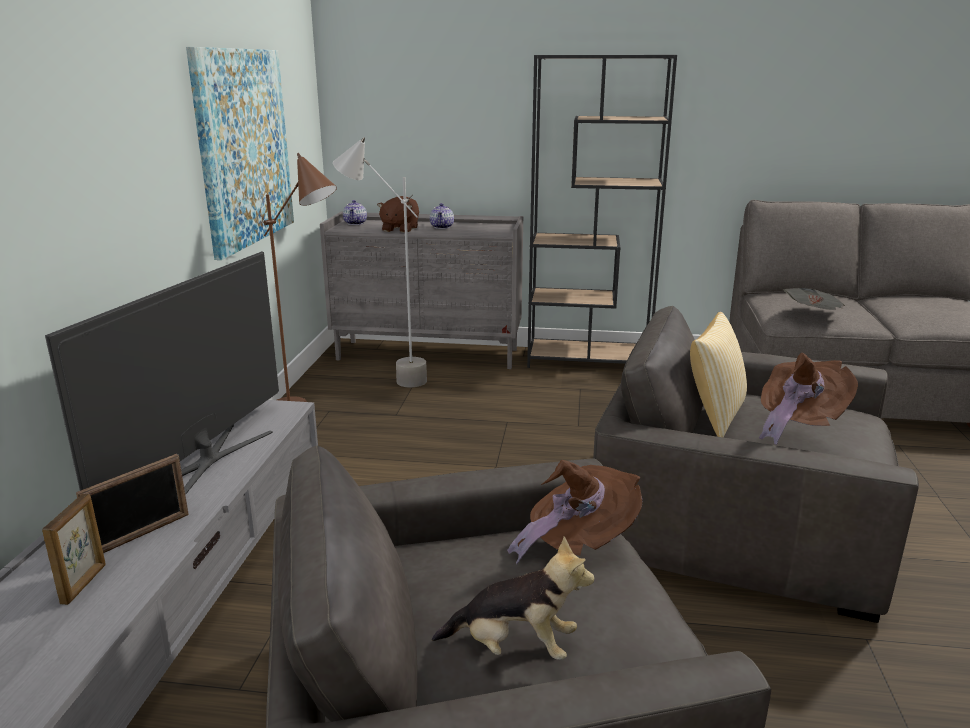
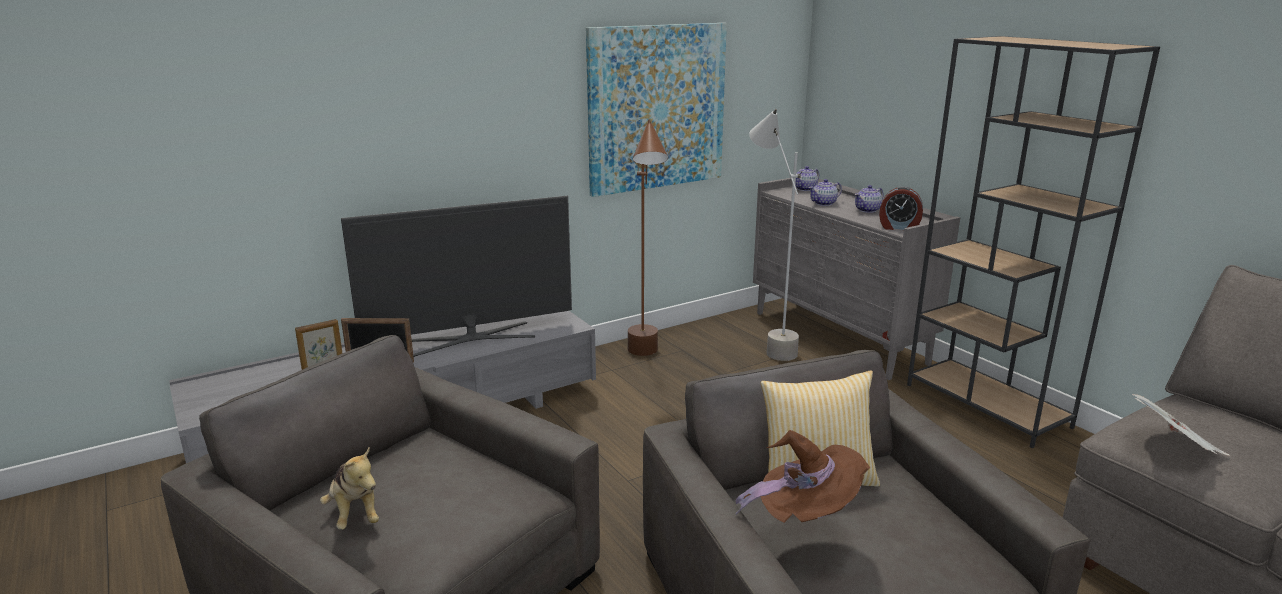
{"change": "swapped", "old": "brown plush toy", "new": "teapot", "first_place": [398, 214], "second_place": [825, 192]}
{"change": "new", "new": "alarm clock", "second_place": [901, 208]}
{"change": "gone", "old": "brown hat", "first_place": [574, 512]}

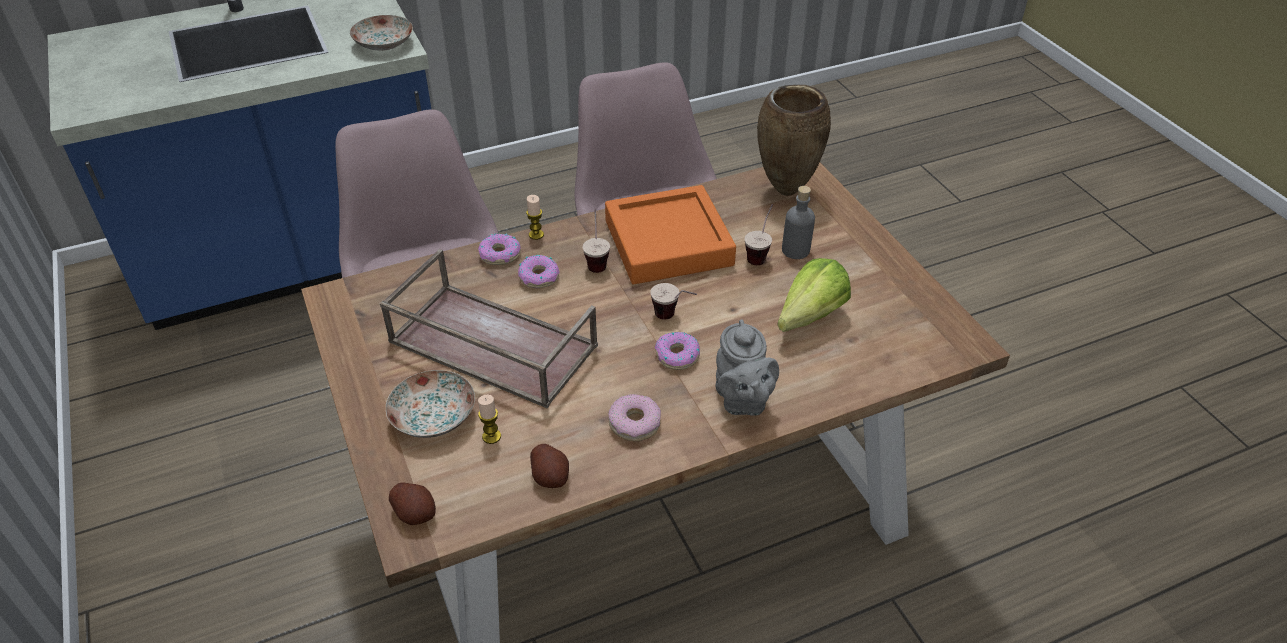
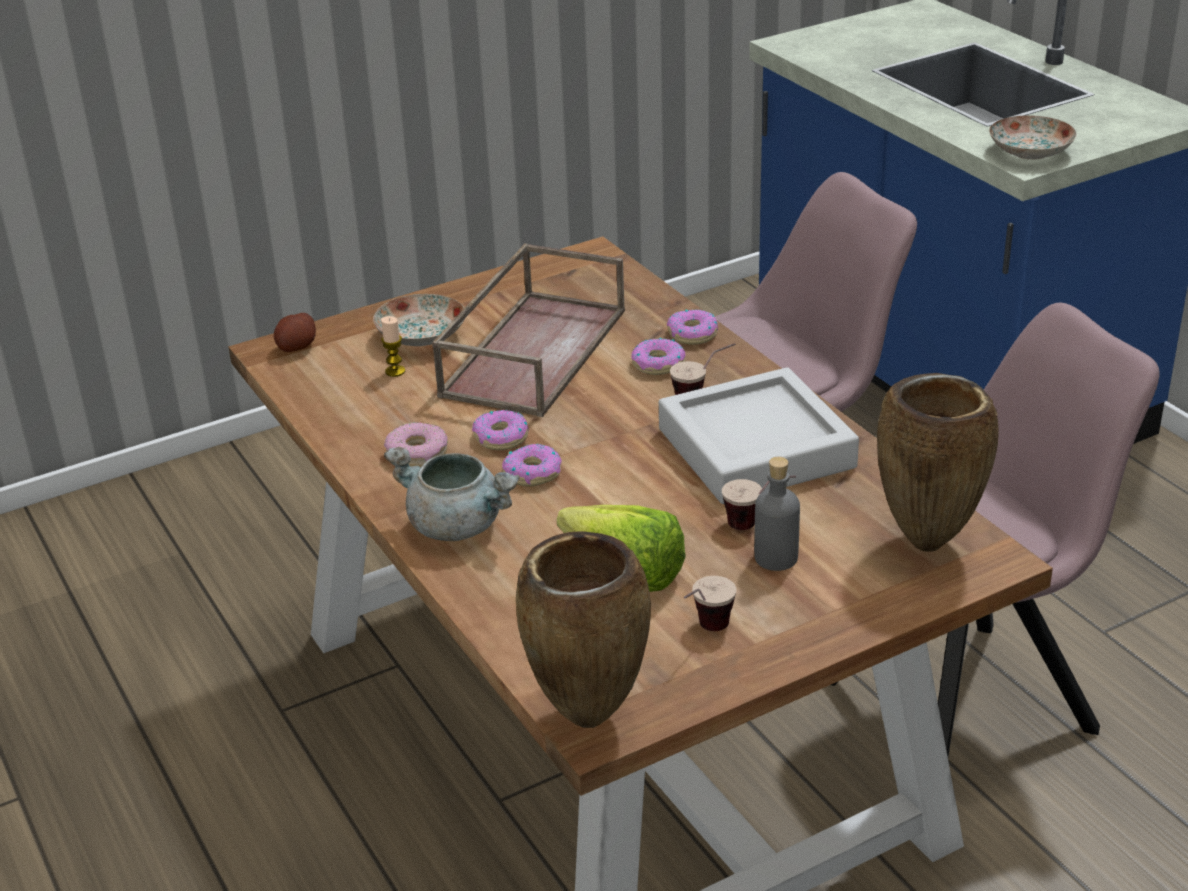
{"change": "swapped", "old": "grey teapot", "new": "grey cooking pot", "first_place": [747, 368], "second_place": [452, 494]}
{"change": "new", "new": "donut", "second_place": [500, 430]}
{"change": "new", "new": "brown vase", "second_place": [583, 629]}
{"change": "repainted", "old": "orange tray", "new": "grey tray", "first_place": [670, 234], "second_place": [759, 435]}
{"change": "shifted", "old": "cup", "first_place": [673, 301], "second_place": [710, 603]}
{"change": "gone", "old": "candle", "first_place": [535, 217]}
{"change": "gone", "old": "potato", "first_place": [549, 466]}

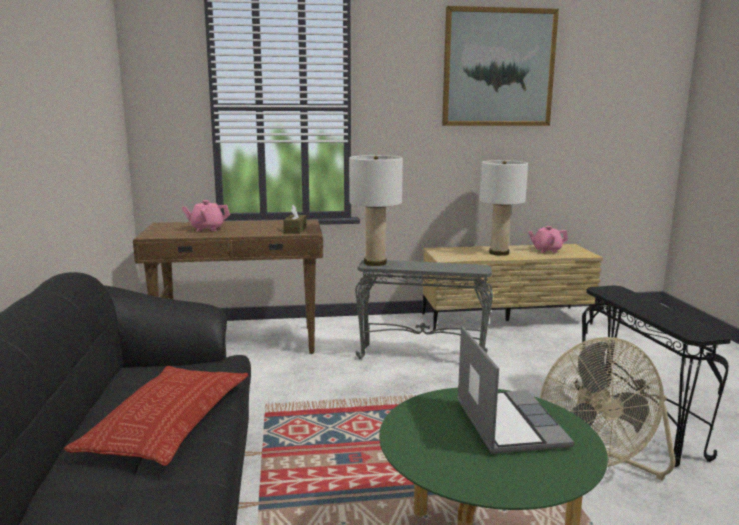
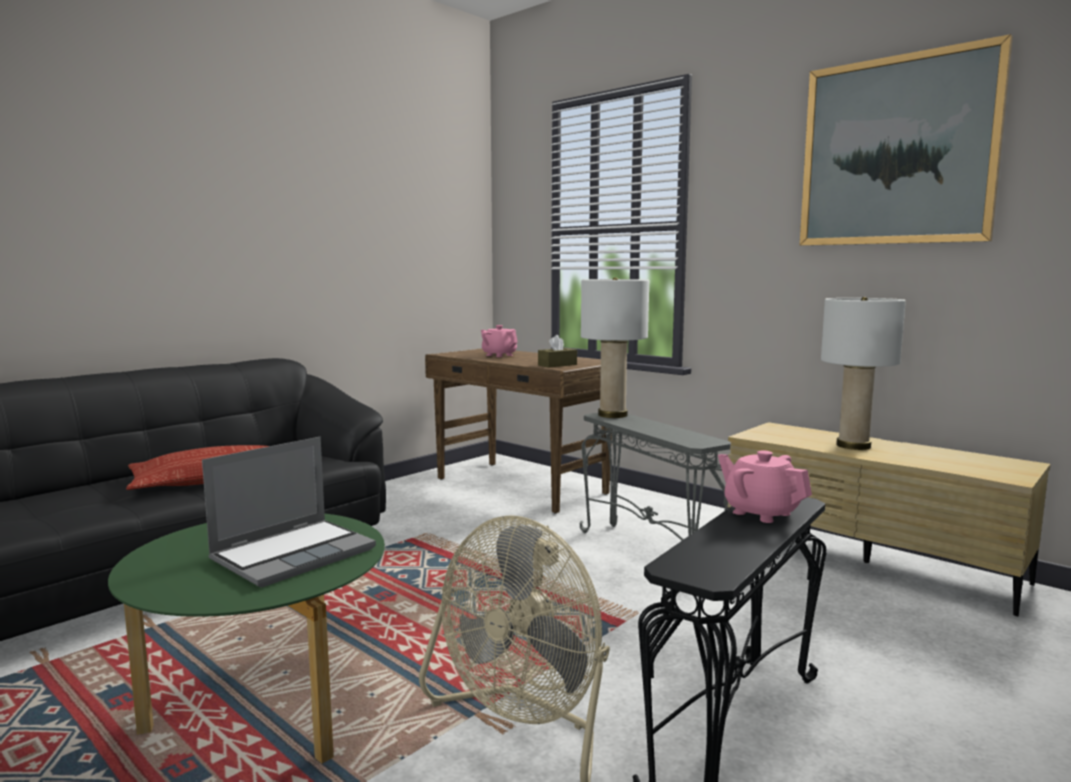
{"change": "shifted", "old": "pink teapot", "first_place": [548, 239], "second_place": [765, 486]}

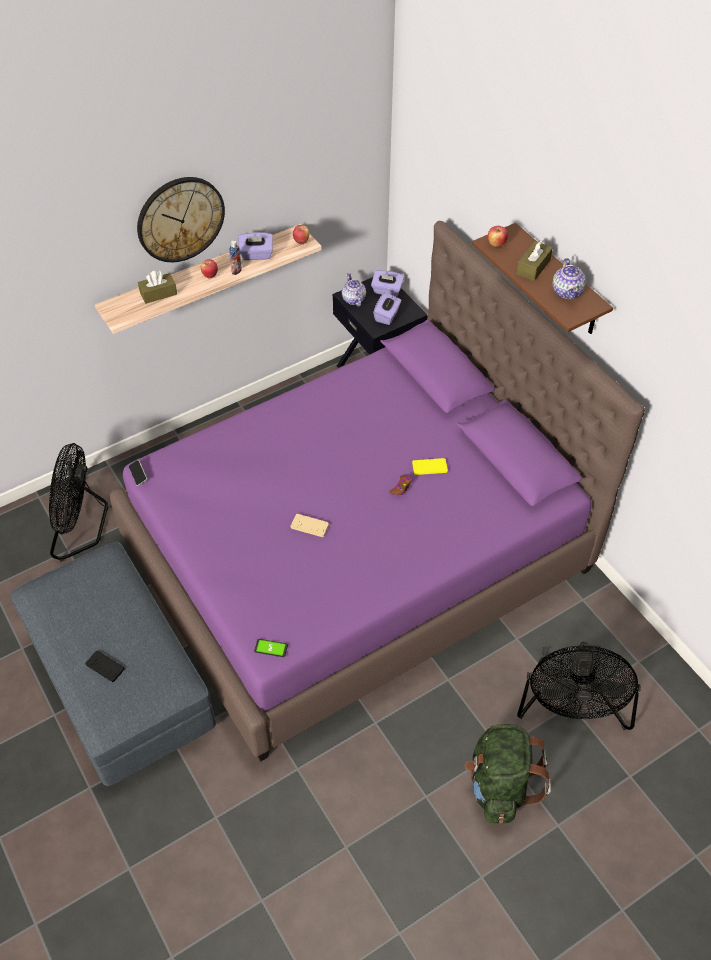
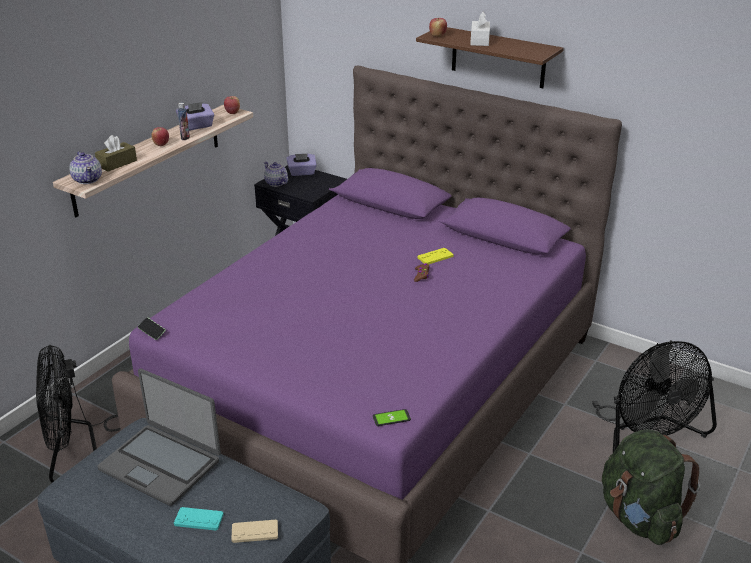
{"change": "shifted", "old": "teapot", "first_place": [569, 279], "second_place": [85, 167]}
{"change": "new", "new": "laptop", "second_place": [159, 437]}
{"change": "repainted", "old": "black game controller", "new": "turquoise game controller", "first_place": [105, 666], "second_place": [199, 519]}
{"change": "shifted", "old": "beige game controller", "first_place": [310, 525], "second_place": [254, 531]}
{"change": "repainted", "old": "brown tissue box", "new": "white tissue box", "first_place": [534, 260], "second_place": [480, 28]}
{"change": "gone", "old": "wall clock", "first_place": [181, 219]}
{"change": "gone", "old": "purple tissue box", "first_place": [387, 308]}

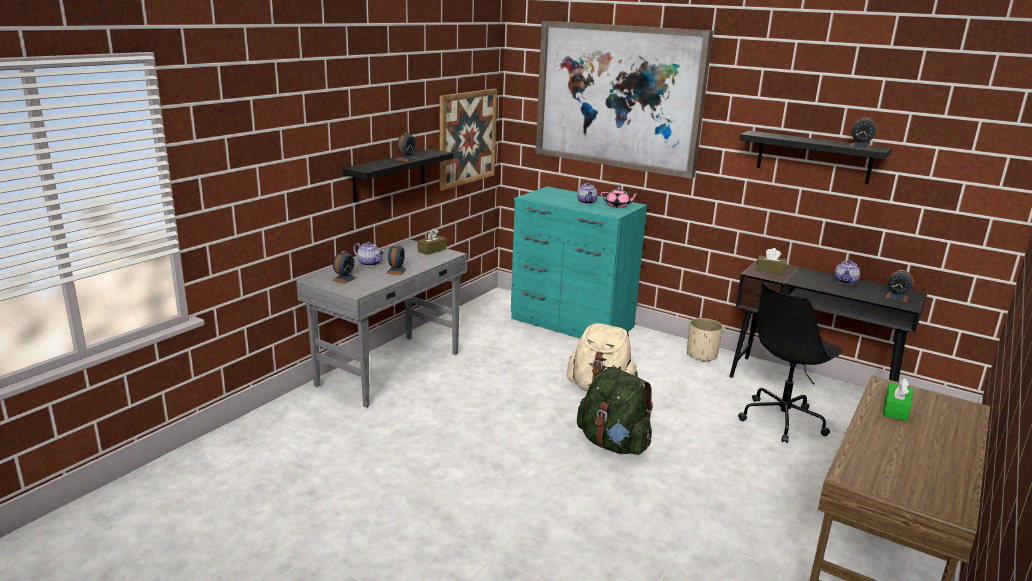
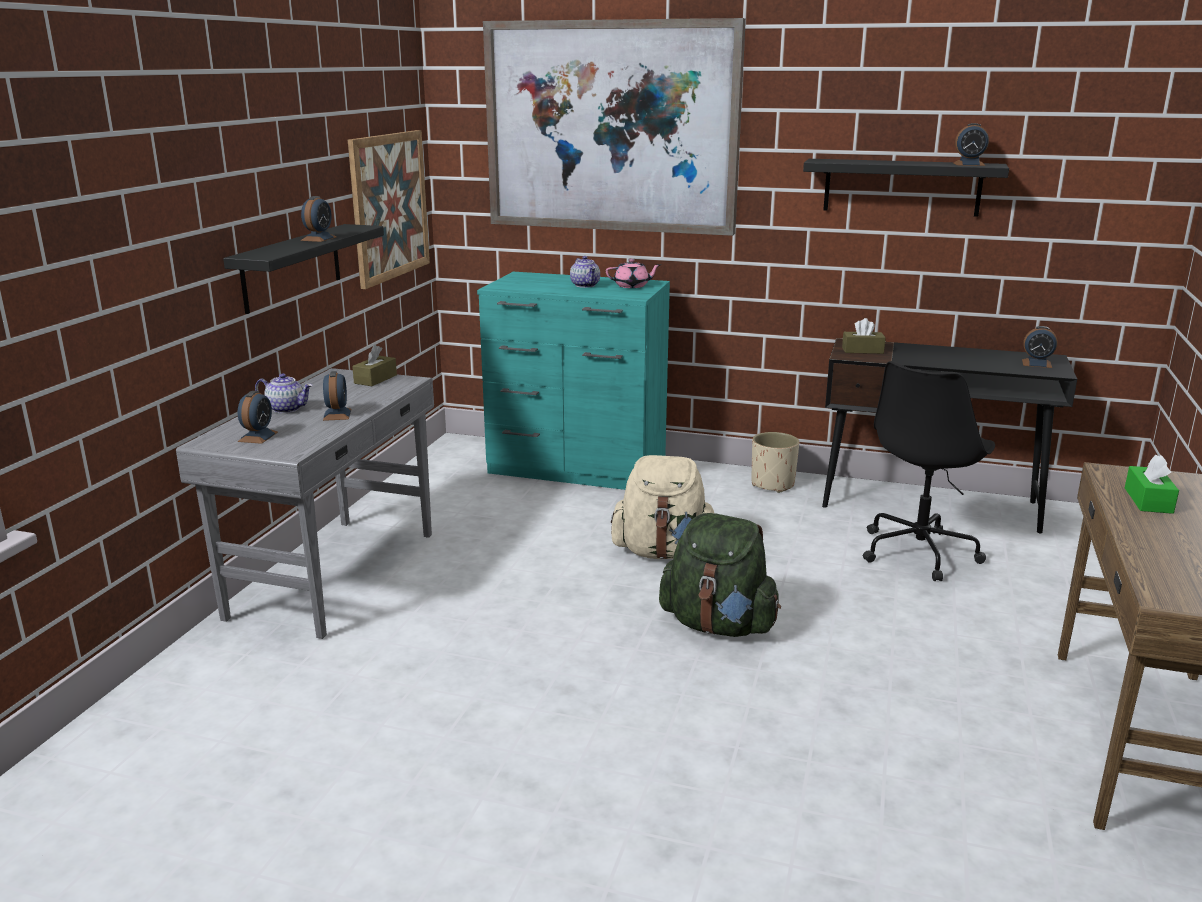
{"change": "gone", "old": "teapot", "first_place": [847, 272]}

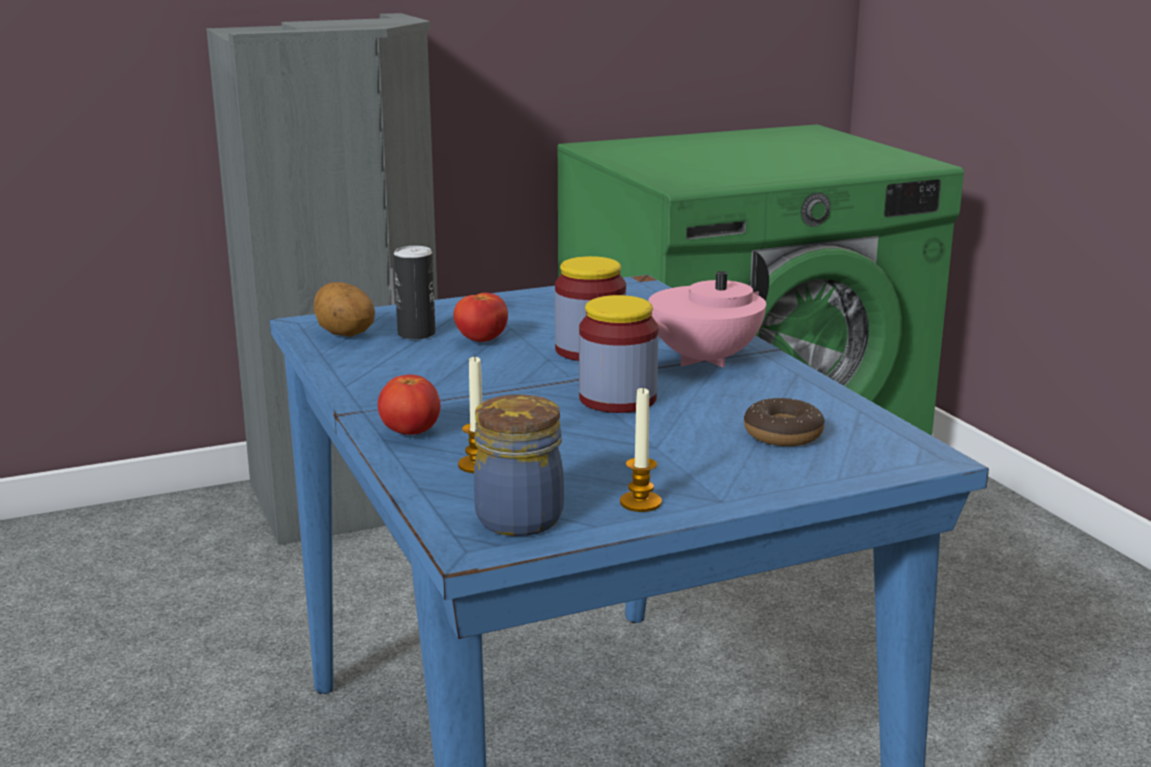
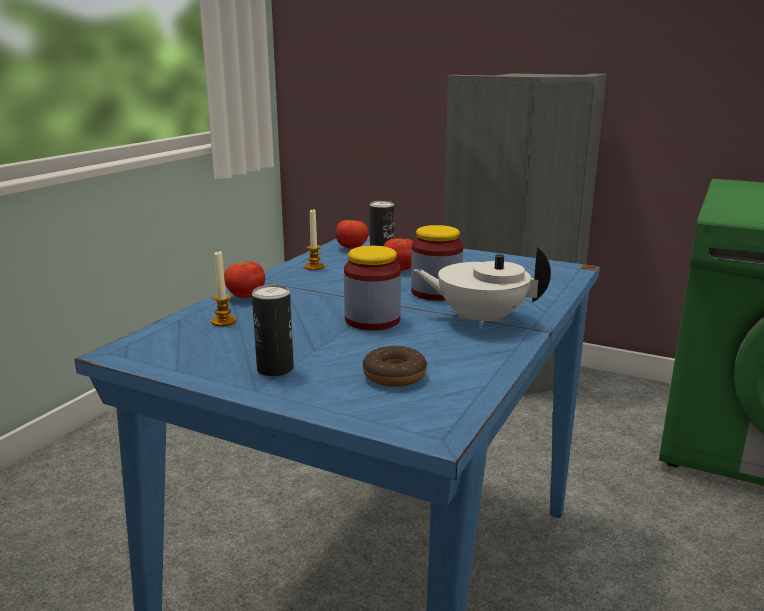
{"change": "new", "new": "can", "second_place": [273, 331]}
{"change": "shifted", "old": "candle", "first_place": [641, 449], "second_place": [315, 239]}
{"change": "swapped", "old": "potato", "new": "tomato", "first_place": [344, 309], "second_place": [352, 234]}
{"change": "repainted", "old": "pink teapot", "new": "white teapot", "first_place": [708, 309], "second_place": [482, 287]}
{"change": "gone", "old": "jar", "first_place": [519, 465]}

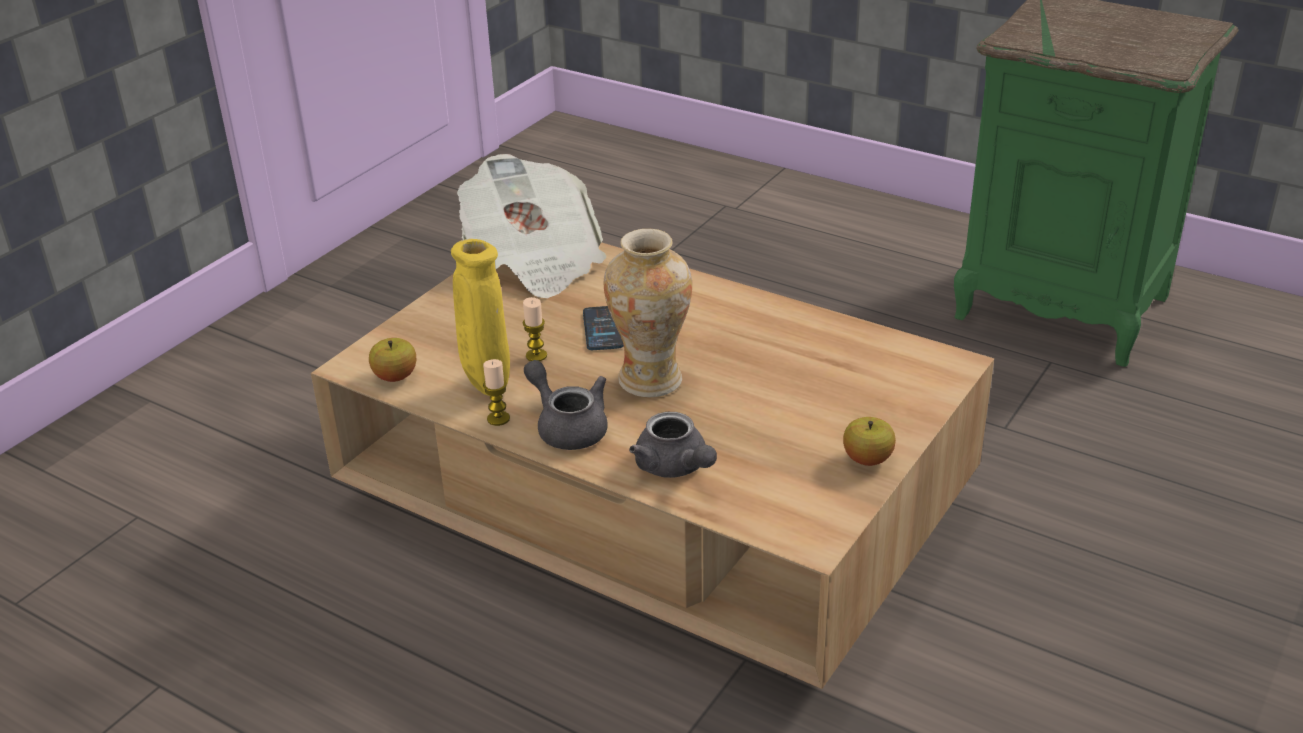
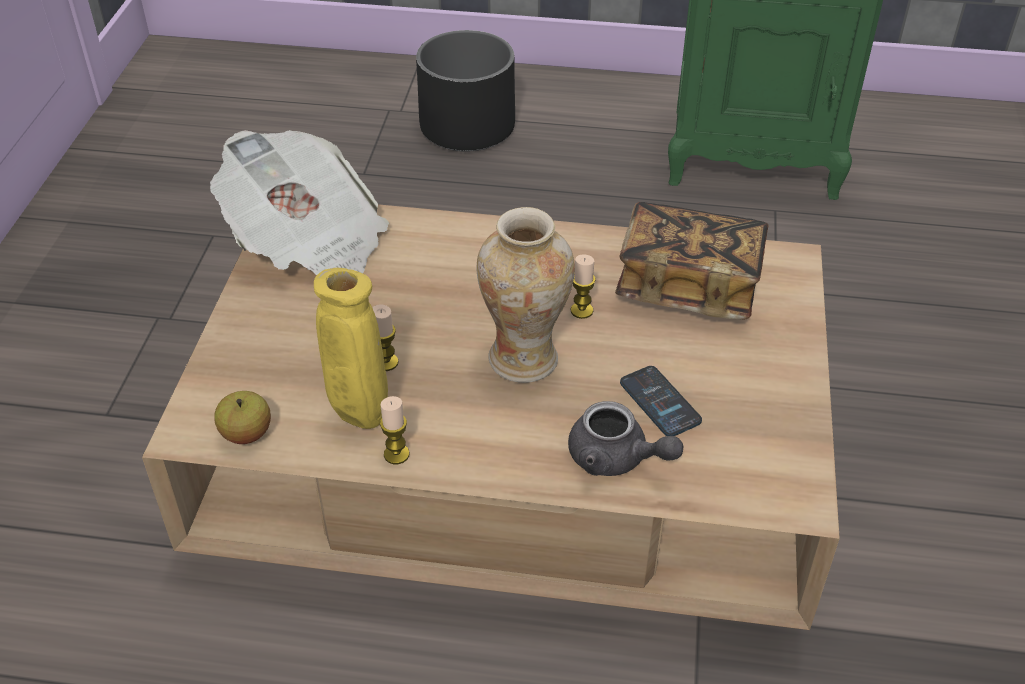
{"change": "new", "new": "black planter", "second_place": [465, 91]}
{"change": "new", "new": "candle", "second_place": [583, 287]}
{"change": "new", "new": "book", "second_place": [692, 261]}
{"change": "shifted", "old": "phone", "first_place": [603, 328], "second_place": [661, 401]}
{"change": "gone", "old": "grey teapot", "first_place": [565, 405]}
{"change": "gone", "old": "apple", "first_place": [869, 441]}

